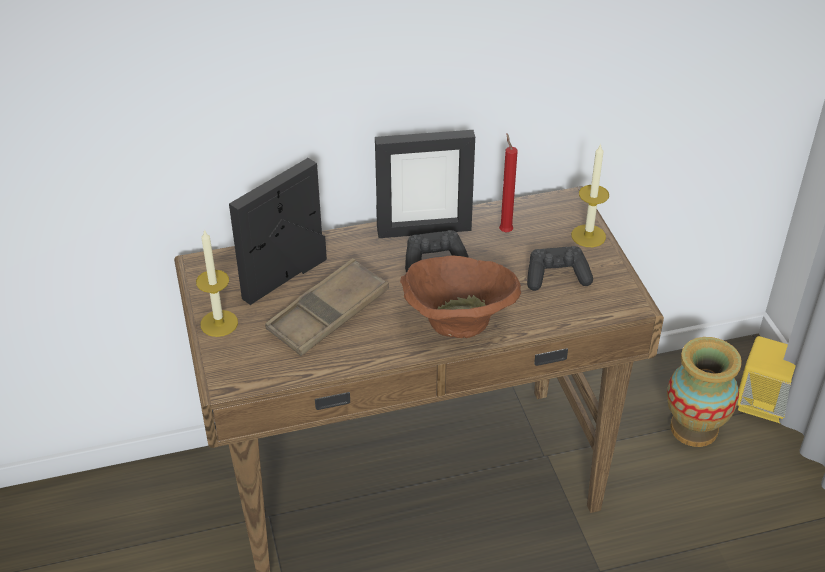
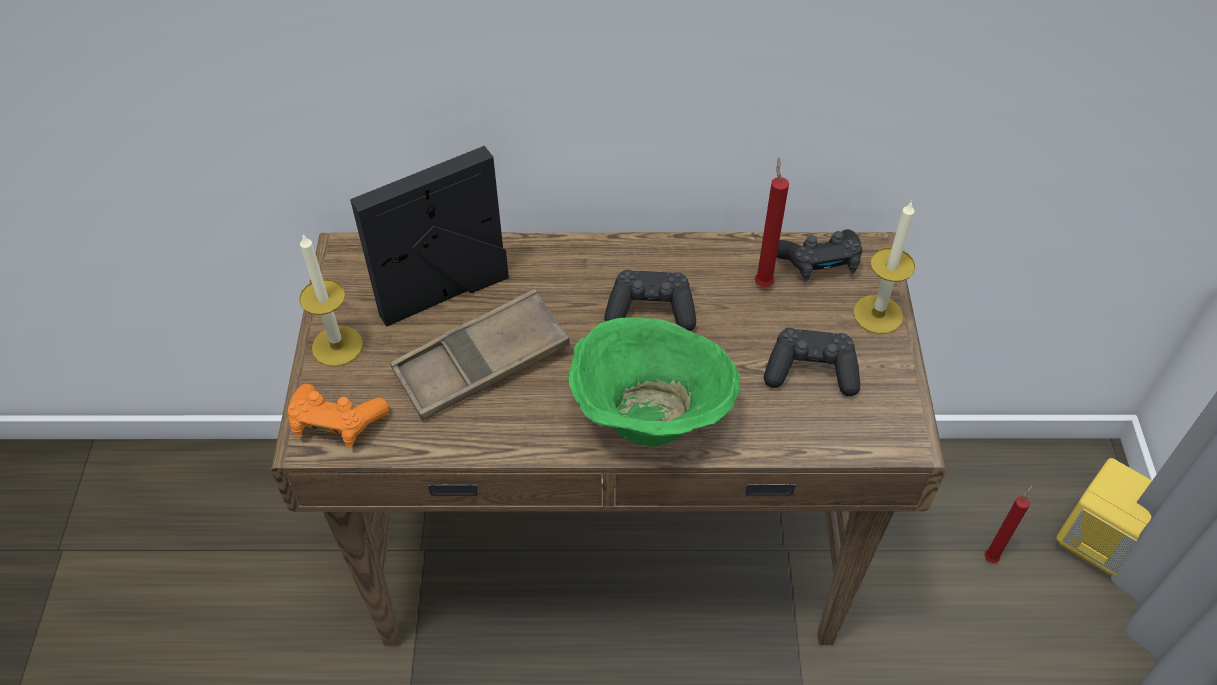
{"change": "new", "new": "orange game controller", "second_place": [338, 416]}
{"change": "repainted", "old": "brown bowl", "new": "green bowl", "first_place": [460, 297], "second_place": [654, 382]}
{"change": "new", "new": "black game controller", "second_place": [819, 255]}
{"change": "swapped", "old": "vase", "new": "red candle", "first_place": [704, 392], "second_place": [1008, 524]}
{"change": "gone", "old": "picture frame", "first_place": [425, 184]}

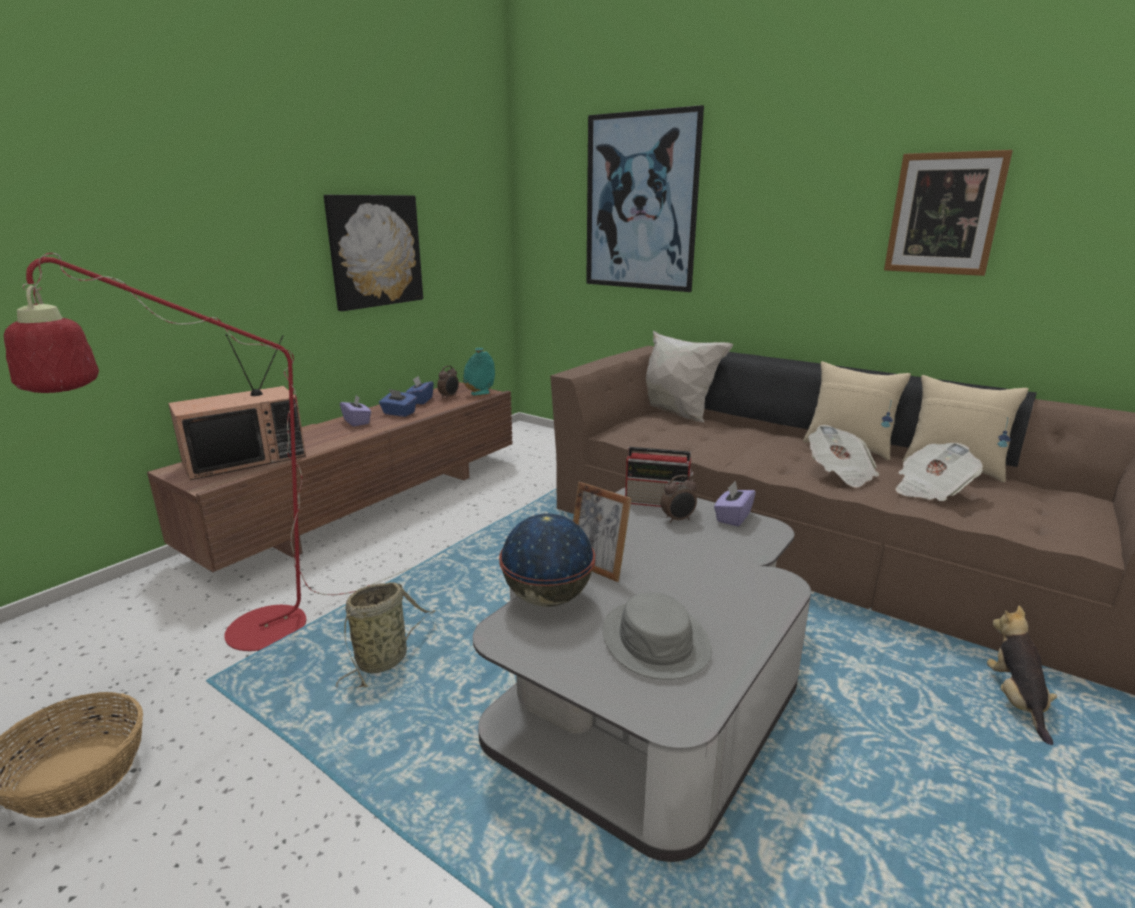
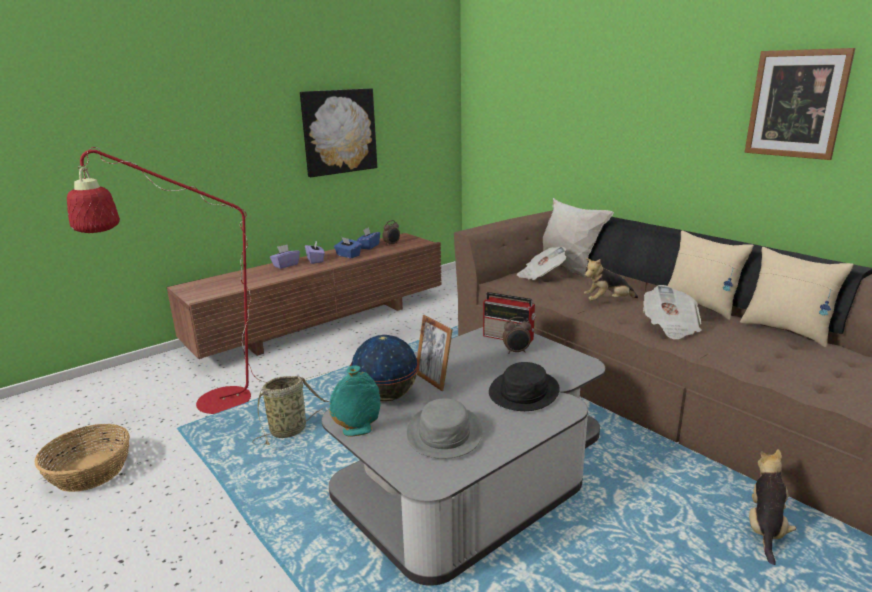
{"change": "shifted", "old": "purple tissue box", "first_place": [735, 503], "second_place": [285, 256]}
{"change": "shifted", "old": "turquoise vase", "first_place": [479, 372], "second_place": [355, 401]}
{"change": "new", "new": "black hat", "second_place": [524, 386]}
{"change": "shifted", "old": "newspaper", "first_place": [939, 472], "second_place": [542, 263]}
{"change": "new", "new": "plush toy", "second_place": [611, 279]}
{"change": "gone", "old": "television", "first_place": [237, 407]}
{"change": "gone", "old": "picture", "first_place": [645, 198]}

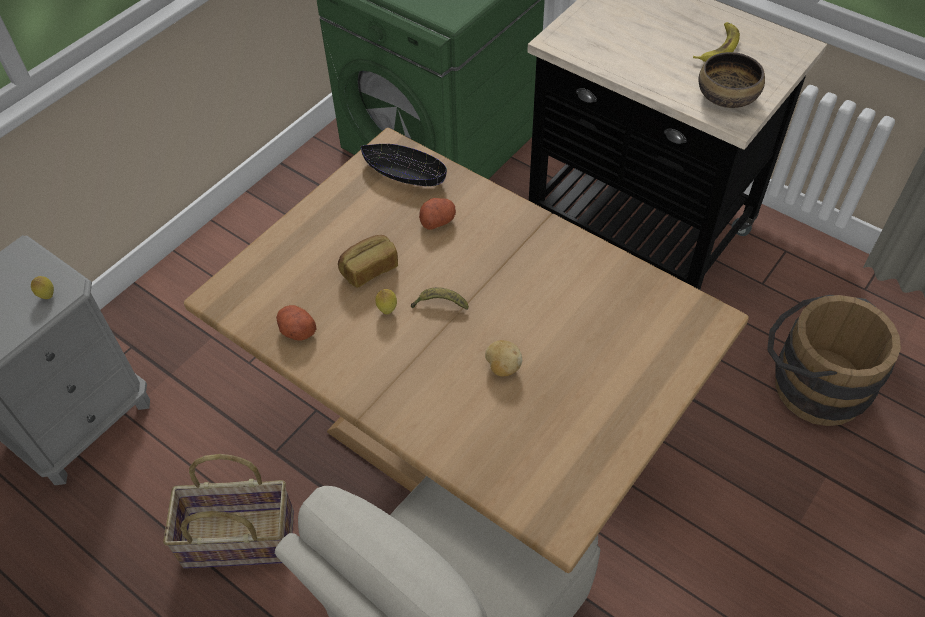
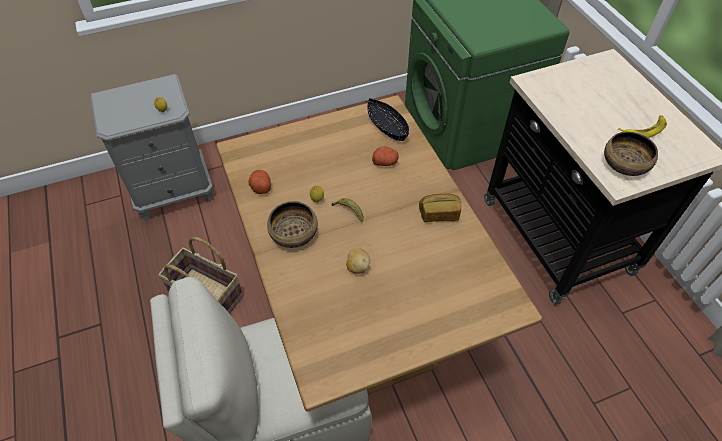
{"change": "new", "new": "bowl", "second_place": [292, 224]}
{"change": "shifted", "old": "bread", "first_place": [368, 261], "second_place": [440, 208]}
{"change": "gone", "old": "brown bucket", "first_place": [834, 360]}

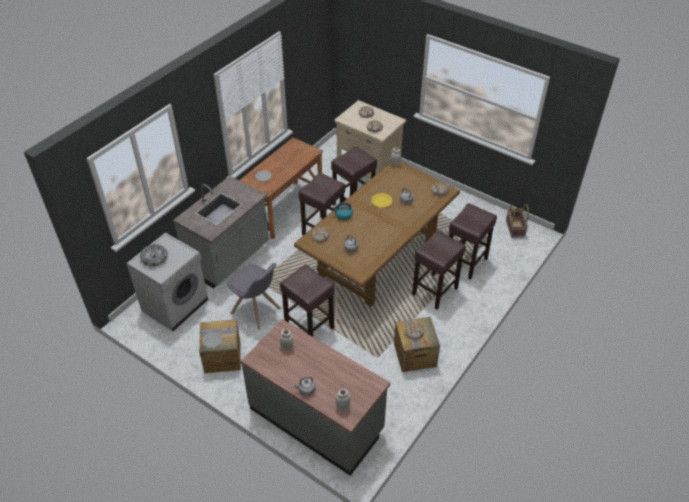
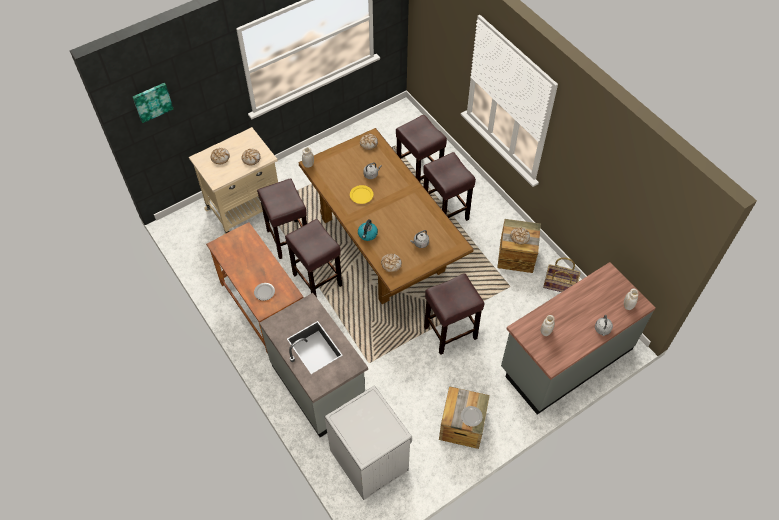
{"change": "new", "new": "picture", "second_place": [153, 103]}
{"change": "shifted", "old": "basket", "first_place": [517, 221], "second_place": [561, 275]}
{"change": "gone", "old": "bowl", "first_place": [154, 255]}
{"change": "gone", "old": "grey chair", "first_place": [254, 296]}

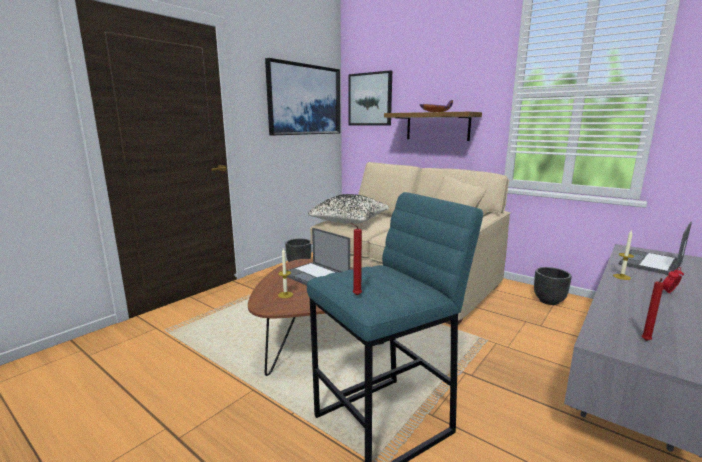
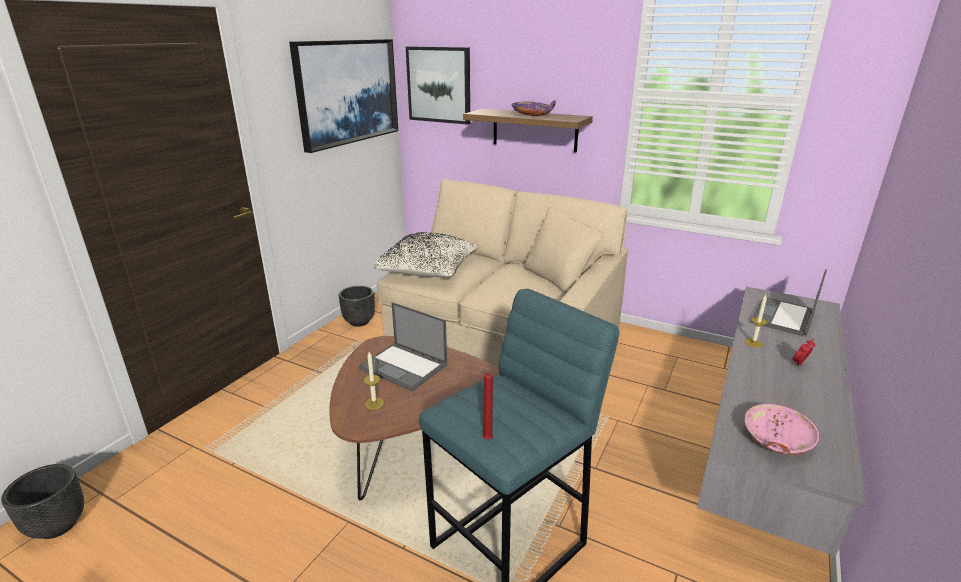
{"change": "shifted", "old": "black planter", "first_place": [553, 286], "second_place": [42, 501]}
{"change": "swapped", "old": "red candle", "new": "pink bowl", "first_place": [653, 309], "second_place": [782, 429]}

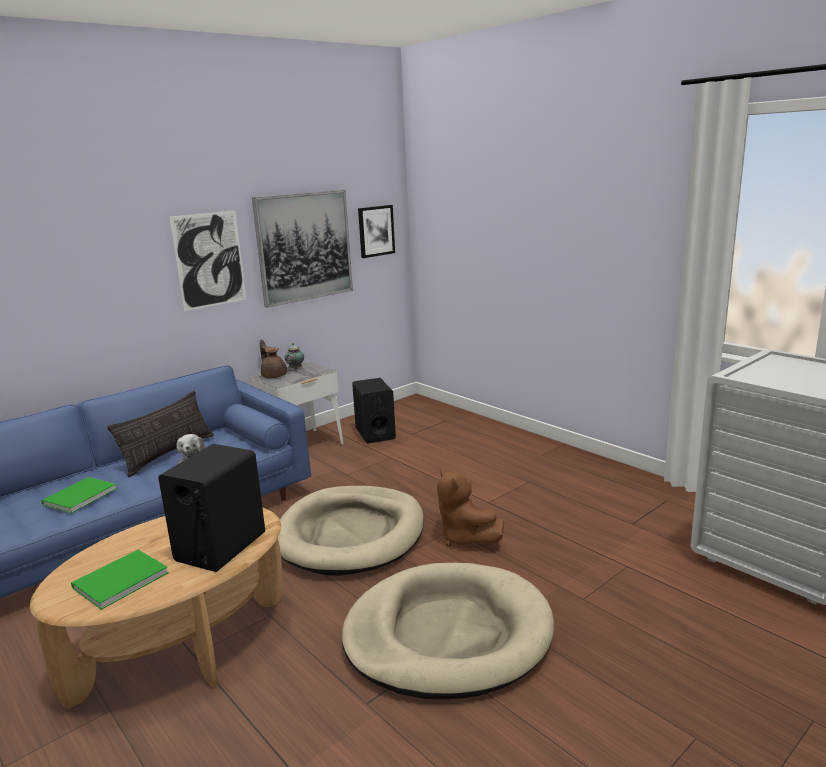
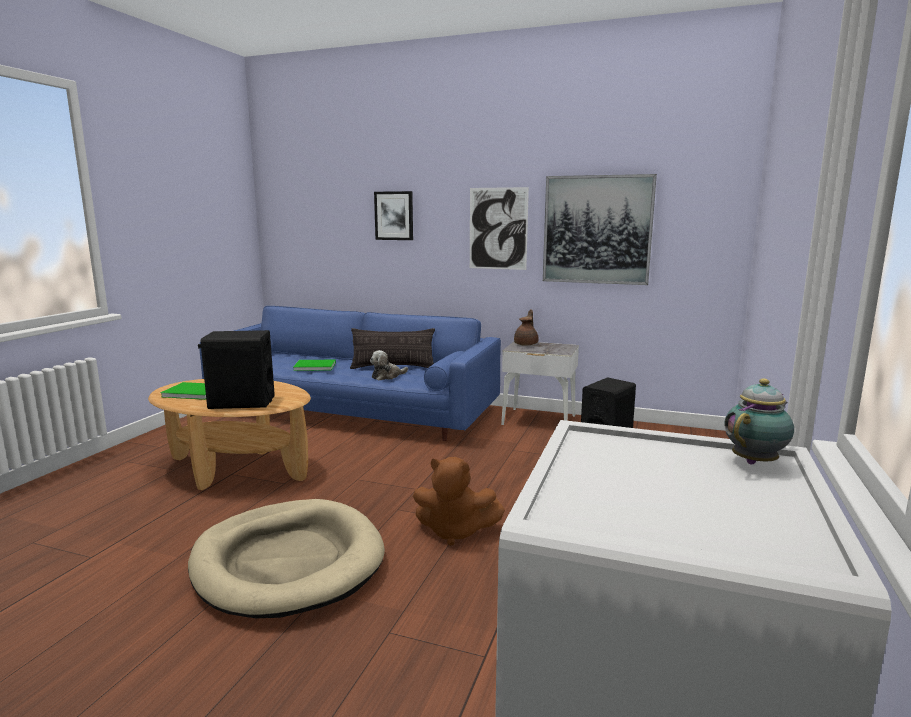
{"change": "shifted", "old": "picture", "first_place": [376, 231], "second_place": [393, 215]}
{"change": "rotated", "old": "brown plush toy", "first_place": [470, 508], "second_place": [459, 501], "degrees": -105}
{"change": "shifted", "old": "teapot", "first_place": [294, 356], "second_place": [759, 421]}
{"change": "gone", "old": "beige dog bed", "first_place": [351, 531]}

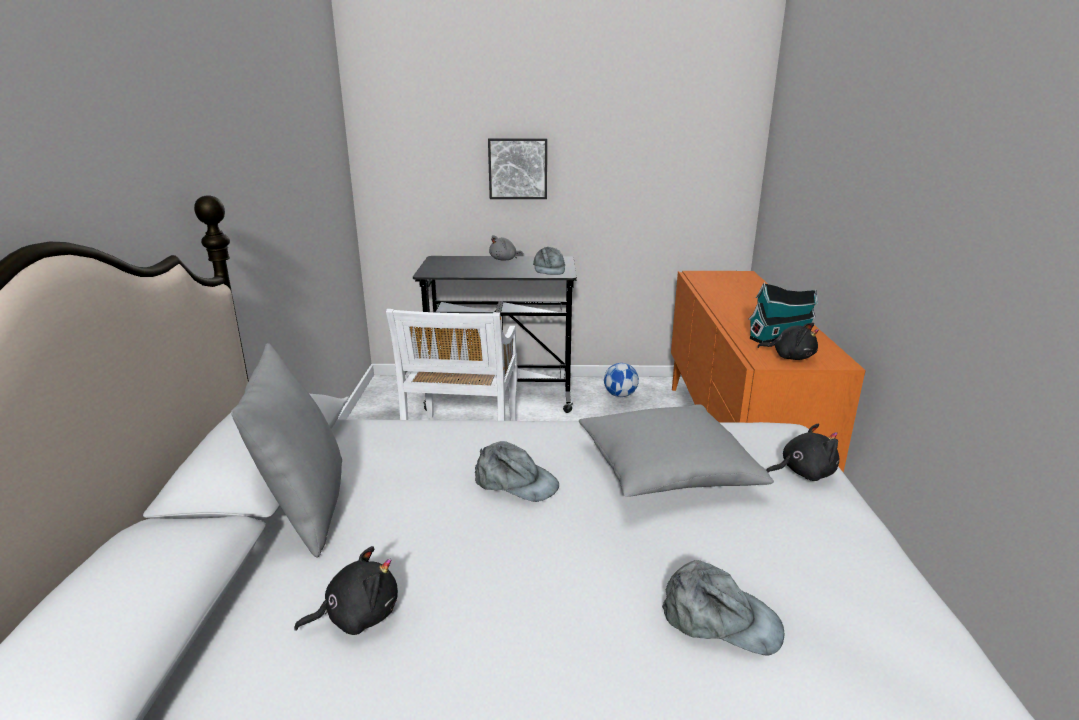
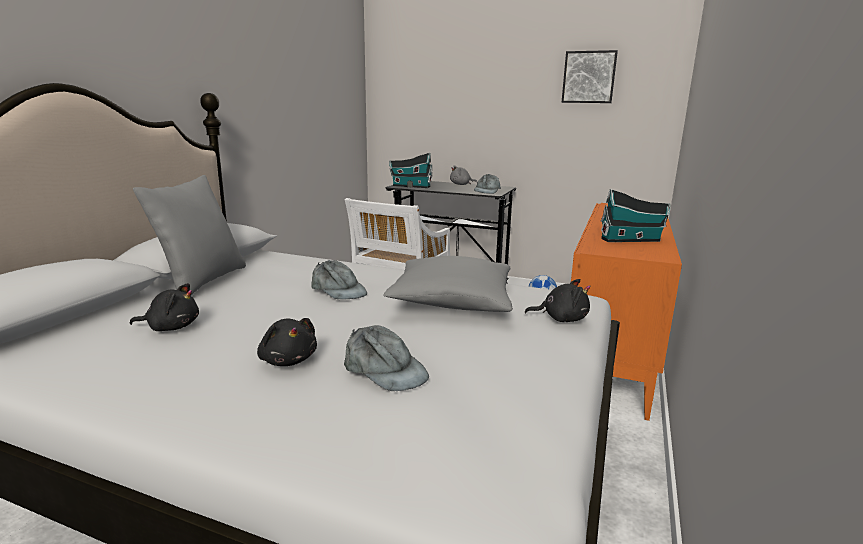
{"change": "shifted", "old": "black plush toy", "first_place": [788, 341], "second_place": [287, 342]}
{"change": "new", "new": "toy house", "second_place": [410, 170]}
{"change": "shifted", "old": "picture", "first_place": [517, 168], "second_place": [590, 76]}

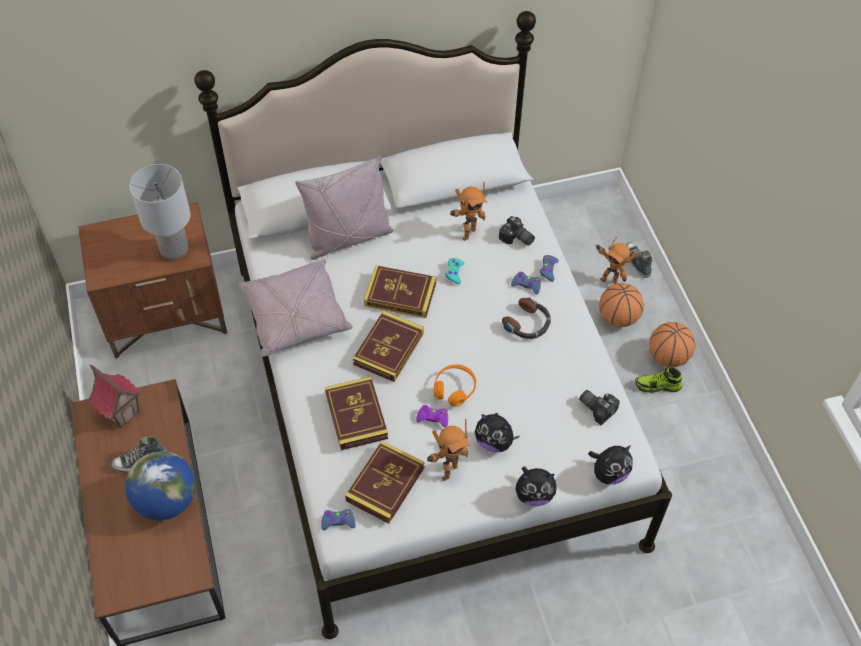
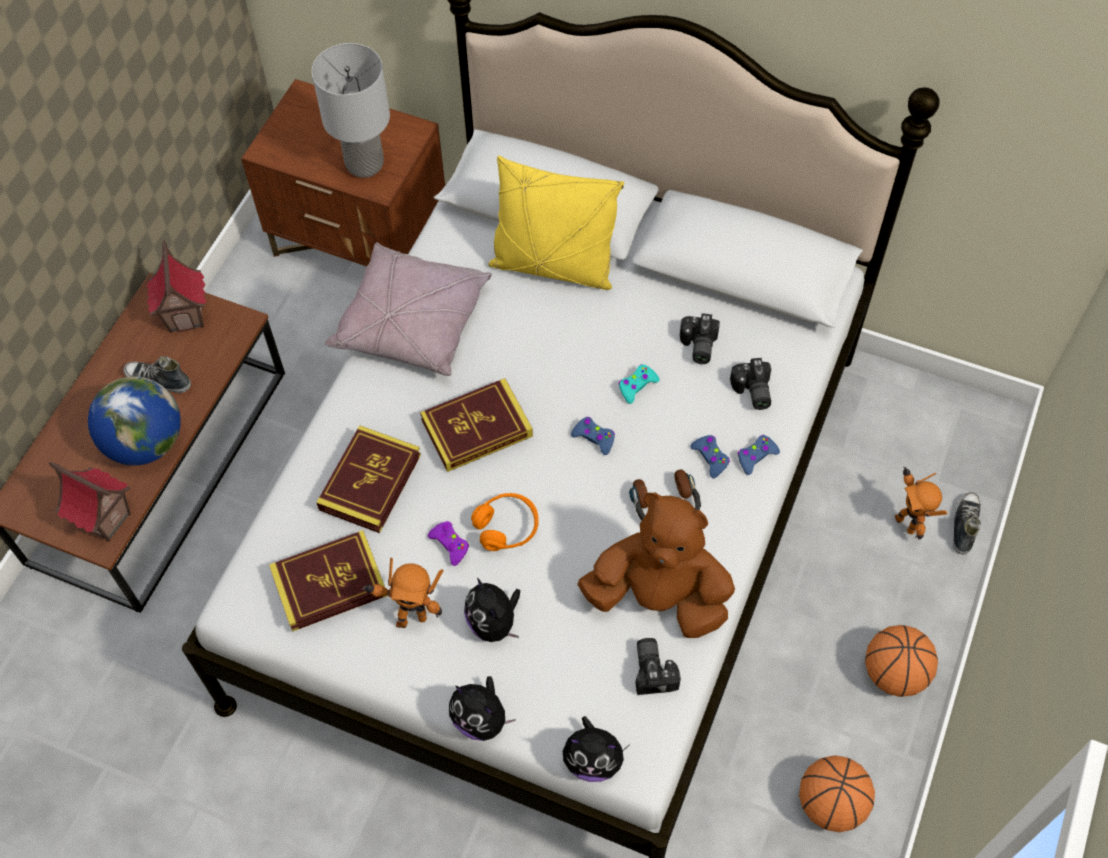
{"change": "new", "new": "toy house", "second_place": [90, 502]}
{"change": "repainted", "old": "purple pillow", "new": "yellow pillow", "first_place": [344, 208], "second_place": [556, 223]}
{"change": "shifted", "old": "blue game controller", "first_place": [338, 520], "second_place": [593, 436]}
{"change": "new", "new": "brown plush toy", "second_place": [656, 565]}
{"change": "swapped", "old": "toy robot", "new": "photo camera", "first_place": [468, 211], "second_place": [700, 338]}
{"change": "shifted", "old": "basketball", "first_place": [621, 305], "second_place": [837, 793]}
{"change": "gone", "old": "book", "first_place": [400, 291]}
{"change": "gone", "old": "shoe", "first_place": [658, 380]}

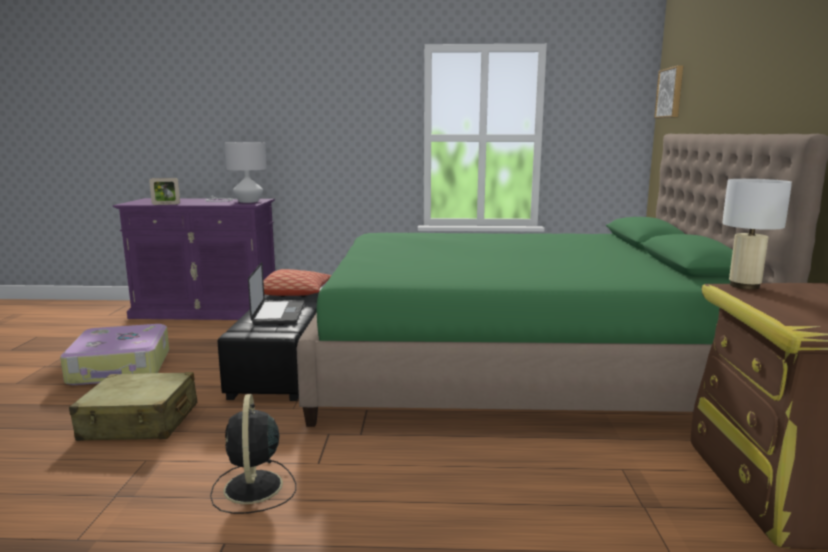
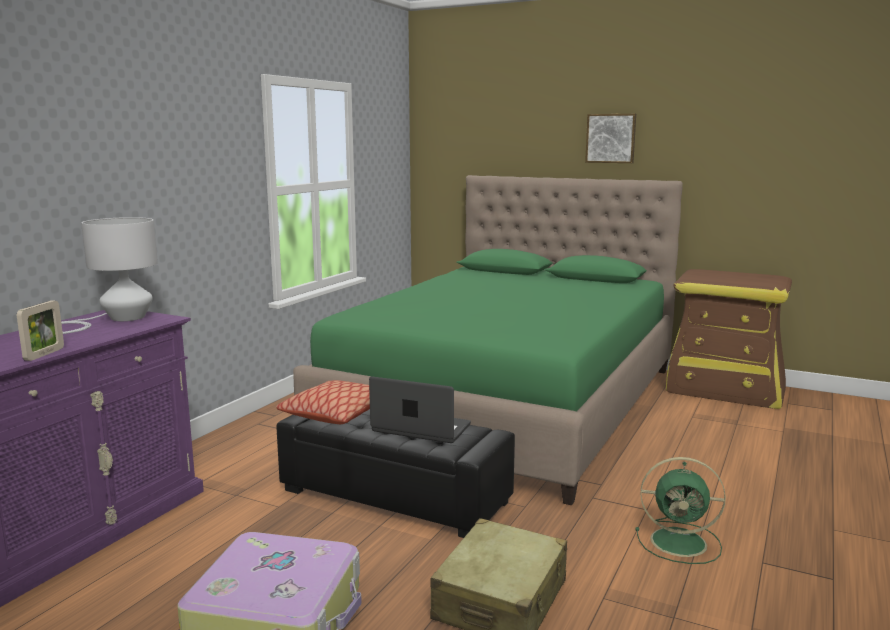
{"change": "shifted", "old": "picture", "first_place": [668, 91], "second_place": [610, 138]}
{"change": "repainted", "old": "black fan", "new": "green fan", "first_place": [253, 454], "second_place": [681, 510]}
{"change": "gone", "old": "white table lamp", "first_place": [757, 234]}

